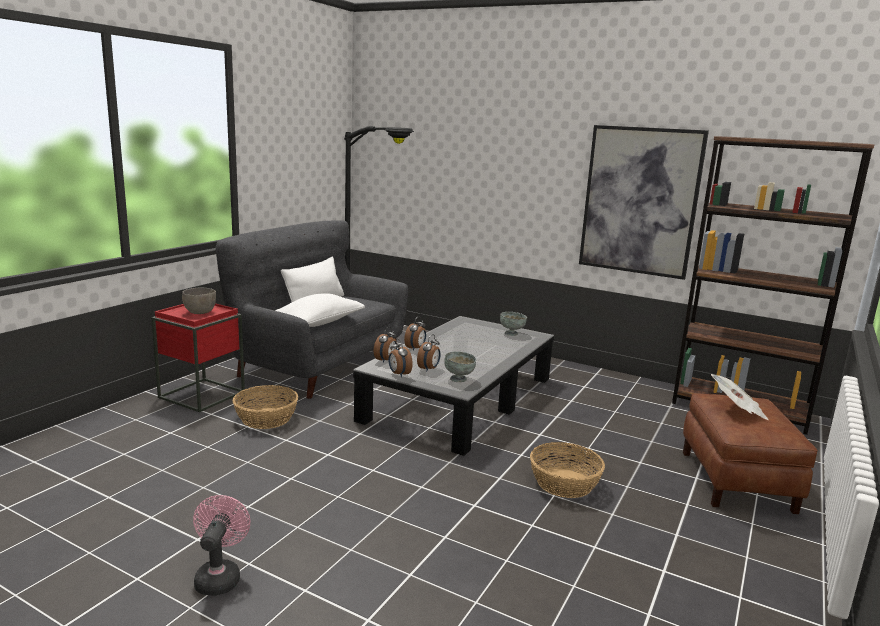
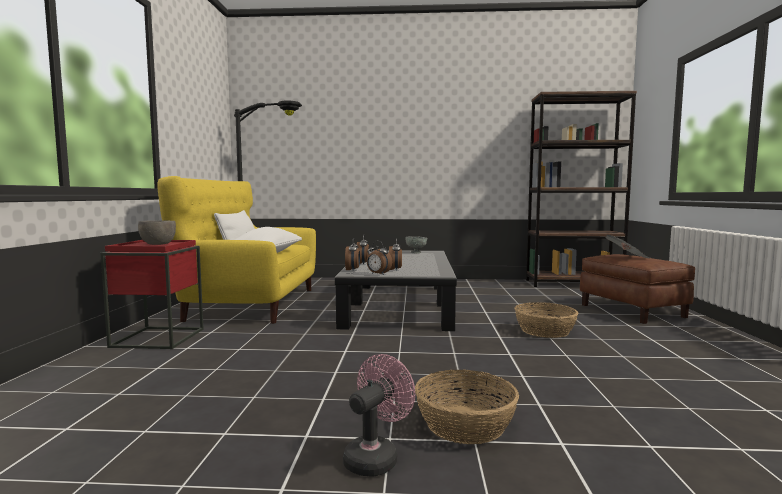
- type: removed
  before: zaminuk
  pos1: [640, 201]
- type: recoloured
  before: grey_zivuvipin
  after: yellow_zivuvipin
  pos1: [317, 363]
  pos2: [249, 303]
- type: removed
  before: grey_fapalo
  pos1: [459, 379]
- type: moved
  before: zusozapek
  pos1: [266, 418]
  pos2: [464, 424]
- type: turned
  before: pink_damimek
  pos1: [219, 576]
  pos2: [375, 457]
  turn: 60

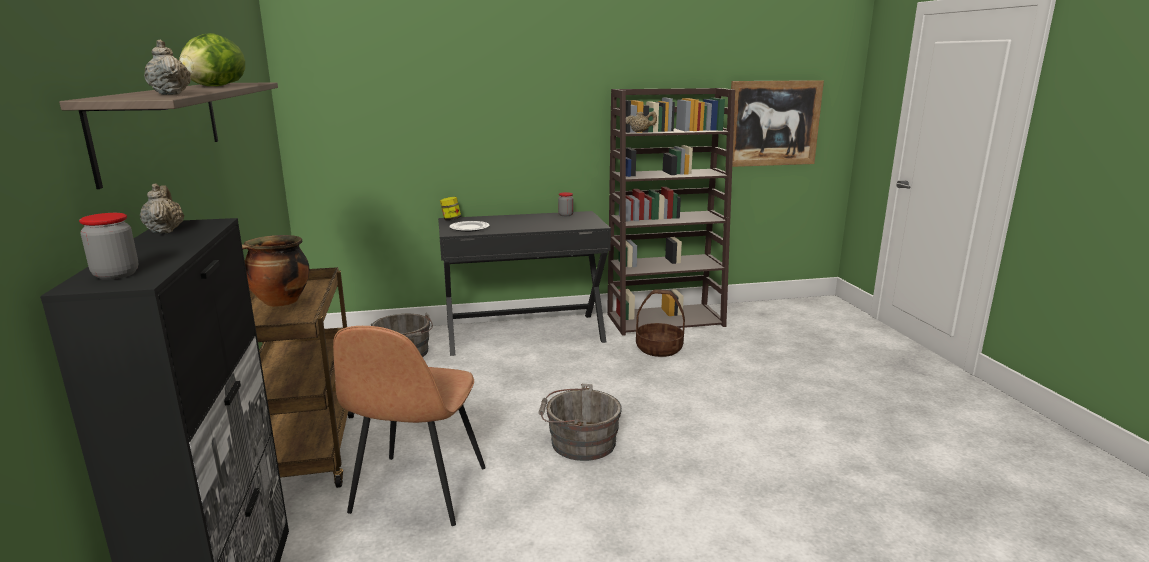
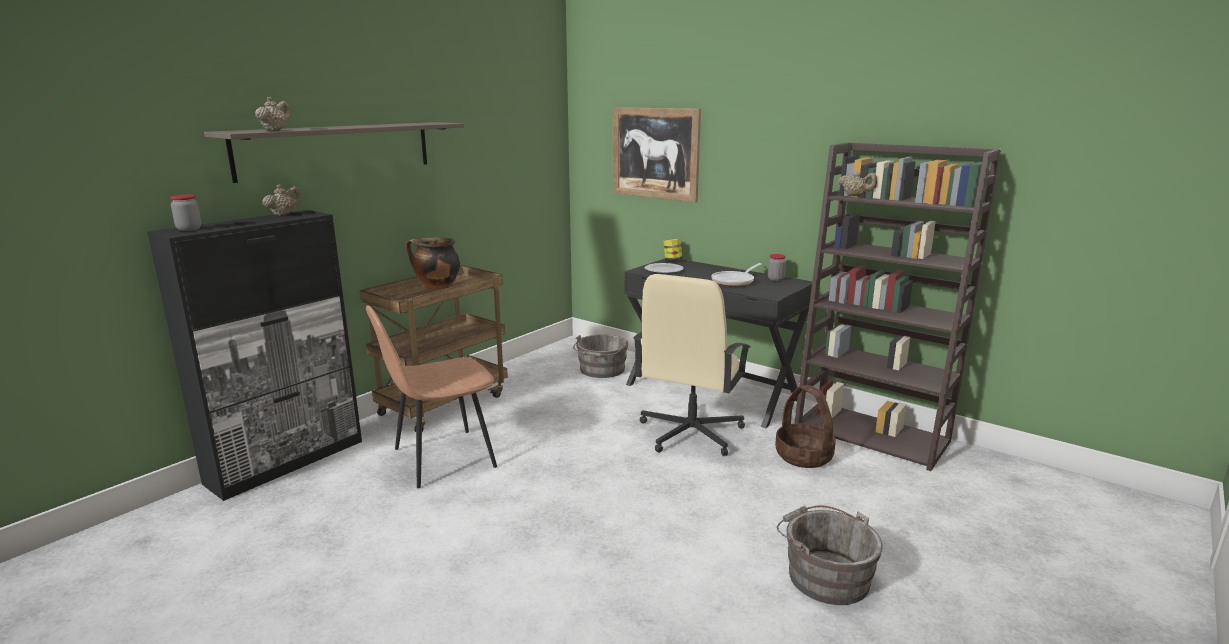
- type: removed
  before: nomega
  pos1: [214, 86]
- type: moved
  before: zaminuk
  pos1: [773, 123]
  pos2: [655, 153]
- type: moved
  before: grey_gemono
  pos1: [579, 442]
  pos2: [824, 575]
- type: added
  after: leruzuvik
  pos2: [735, 281]
- type: added
  after: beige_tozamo
  pos2: [690, 433]

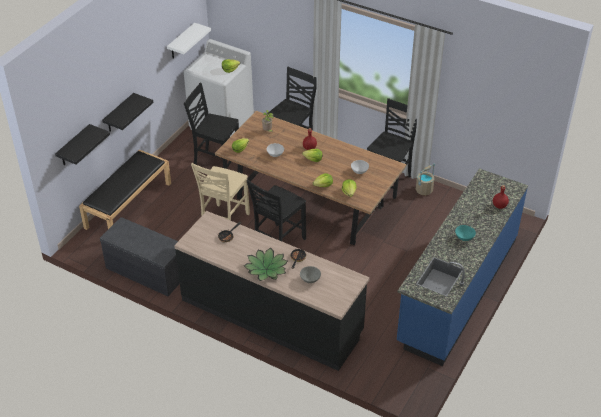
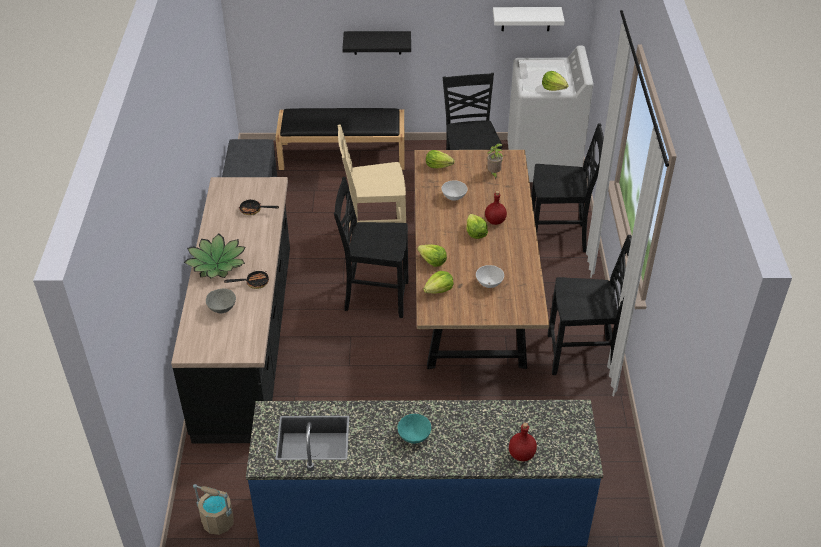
- type: removed
  before: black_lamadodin
  pos1: [74, 146]
- type: moved
  before: beige_gemono
  pos1: [424, 190]
  pos2: [218, 521]

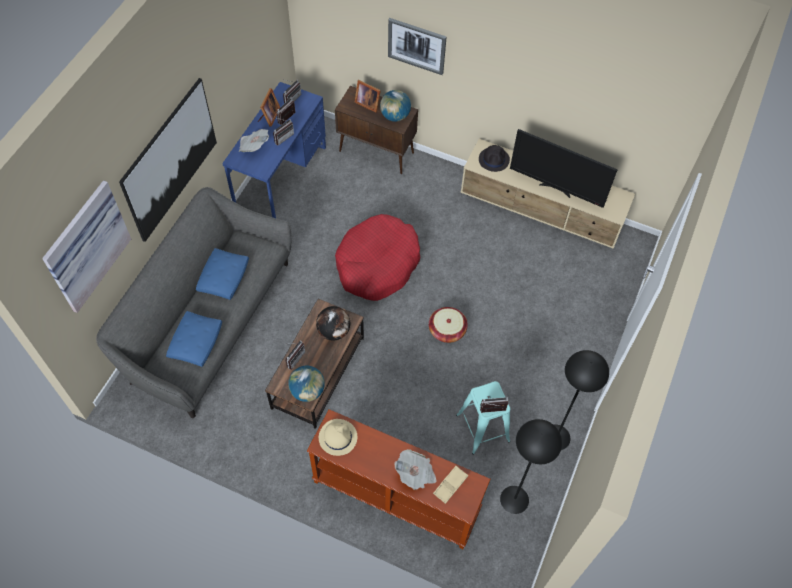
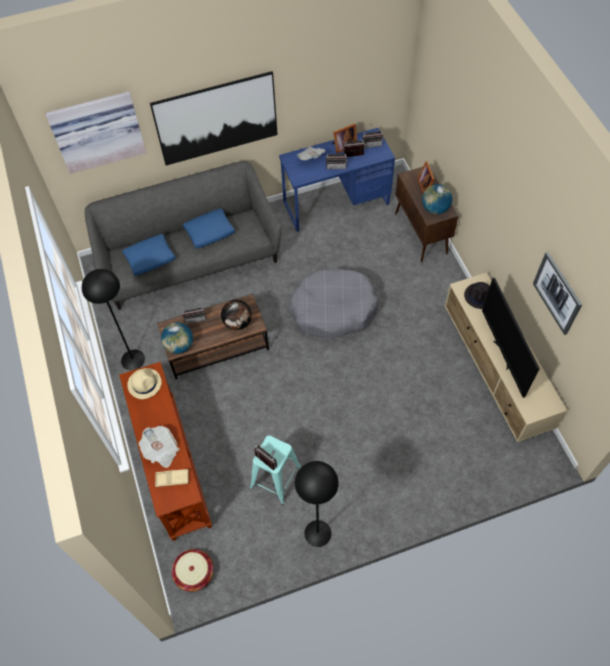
- type: moved
  before: zaminuk
  pos1: [416, 46]
  pos2: [557, 293]
- type: recoloured
  before: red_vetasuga
  after: grey_vetasuga
  pos1: [377, 264]
  pos2: [333, 309]
- type: moved
  before: zusozapek
  pos1: [447, 330]
  pos2: [194, 573]
- type: moved
  before: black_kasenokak
  pos1: [514, 499]
  pos2: [132, 359]

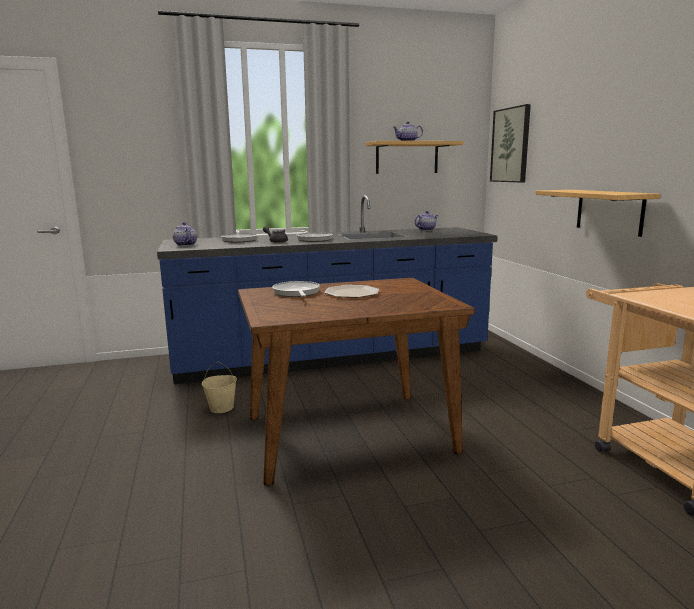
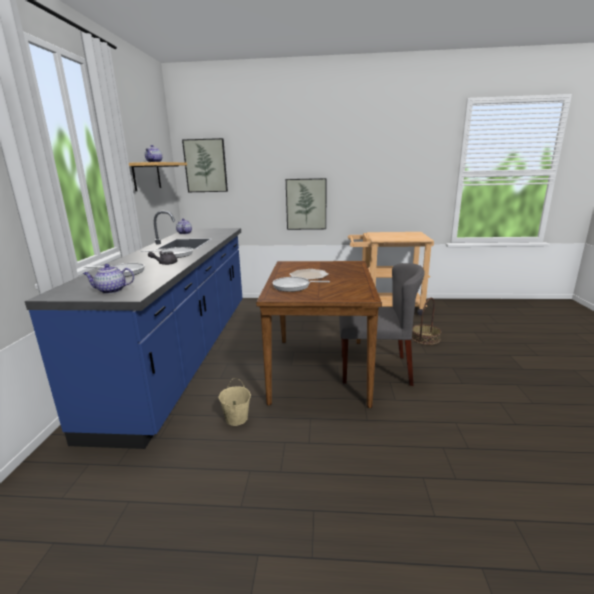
- type: replaced
  before: lamadodin
  after: zaminuk
  pos1: [609, 211]
  pos2: [306, 204]
- type: added
  after: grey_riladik
  pos2: [375, 369]
- type: added
  after: zusozapek
  pos2: [425, 338]

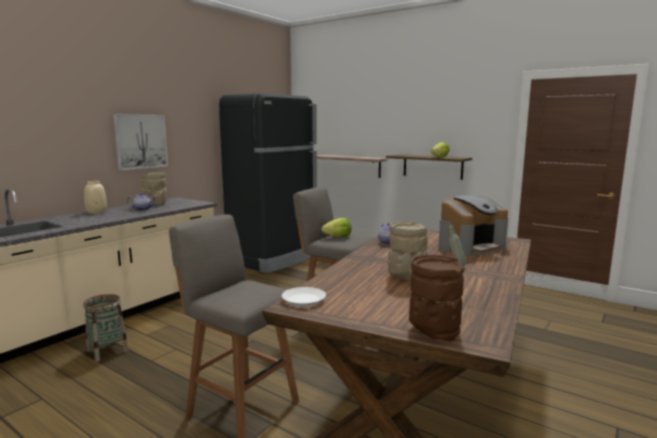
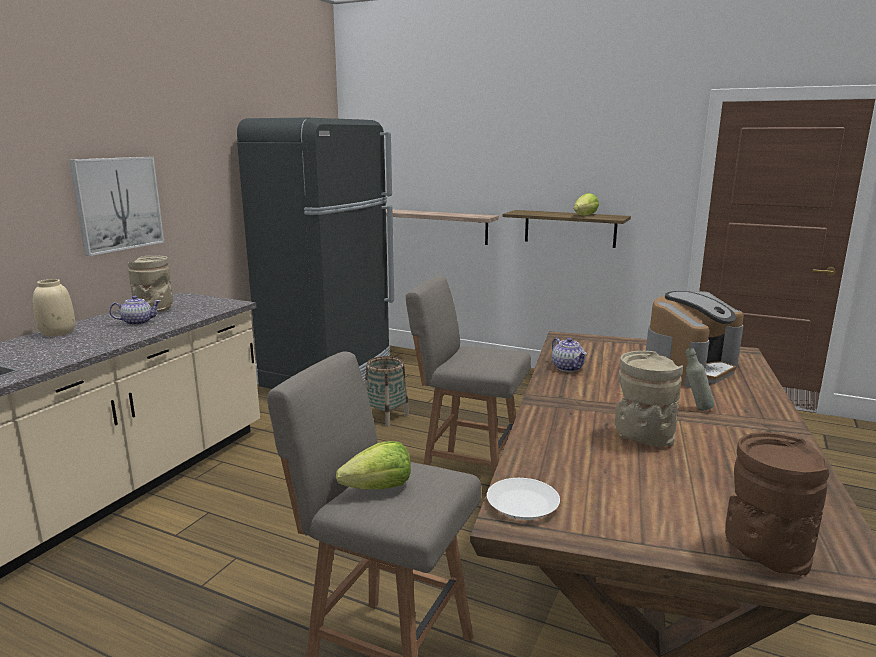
- type: moved
  before: nomega
  pos1: [338, 237]
  pos2: [379, 488]
- type: moved
  before: zusozapek
  pos1: [107, 351]
  pos2: [386, 416]

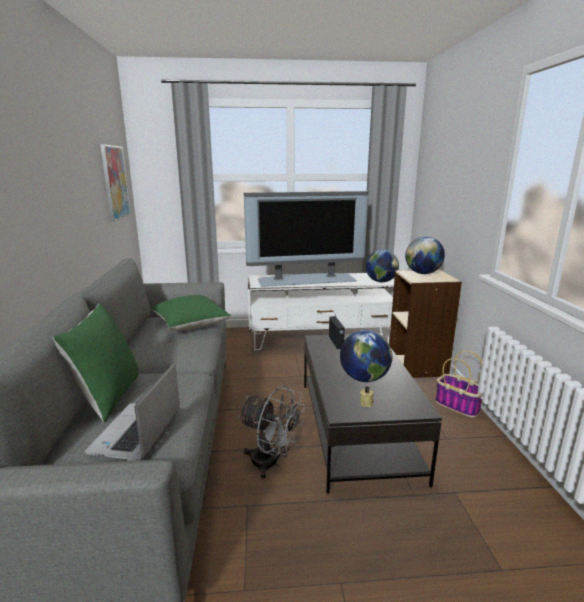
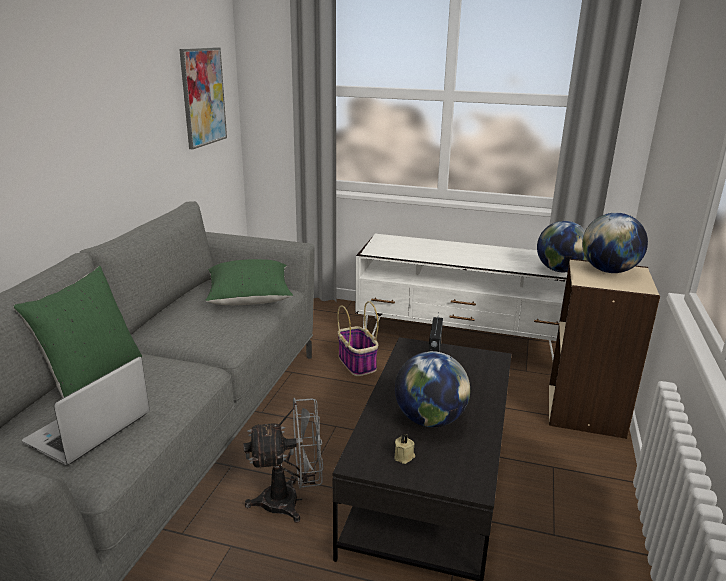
- type: removed
  before: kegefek
  pos1: [306, 279]
- type: moved
  before: zusozapek
  pos1: [458, 406]
  pos2: [357, 363]
- type: turned
  before: grey_damimek
  pos1: [271, 463]
  pos2: [290, 501]
  turn: -60

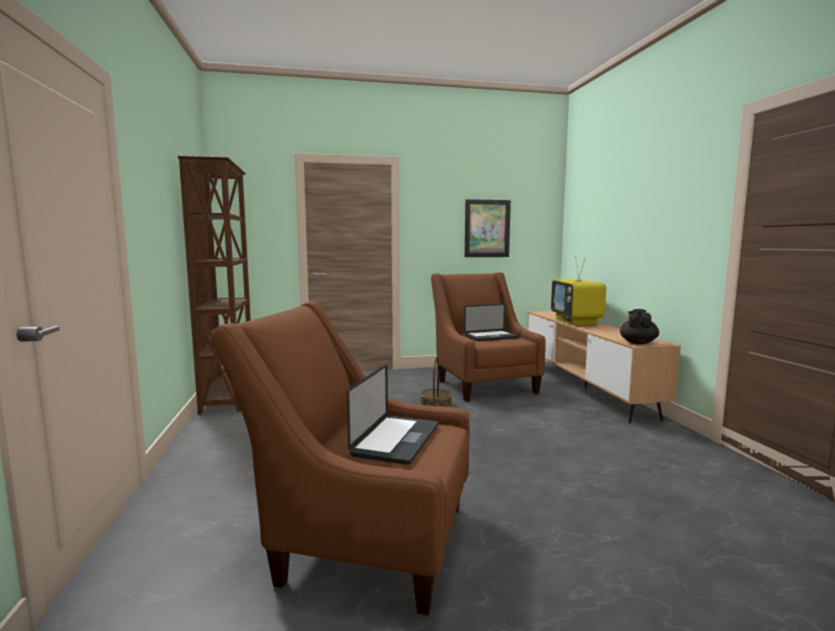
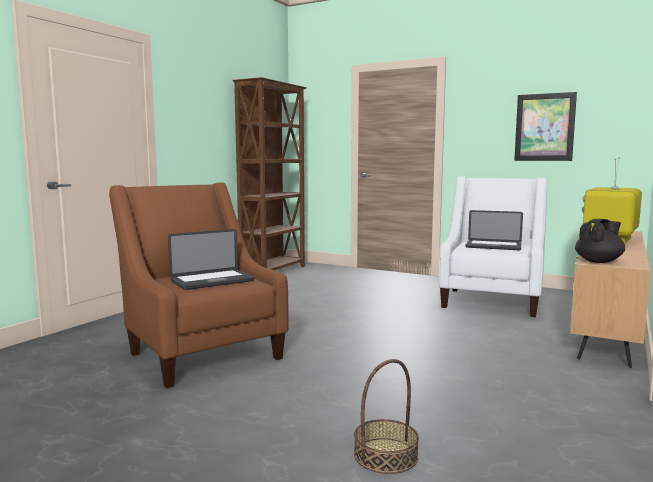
- type: recoloured
  before: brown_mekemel
  after: white_mekemel
  pos1: [483, 384]
  pos2: [491, 300]
- type: moved
  before: zusozapek
  pos1: [435, 404]
  pos2: [385, 455]

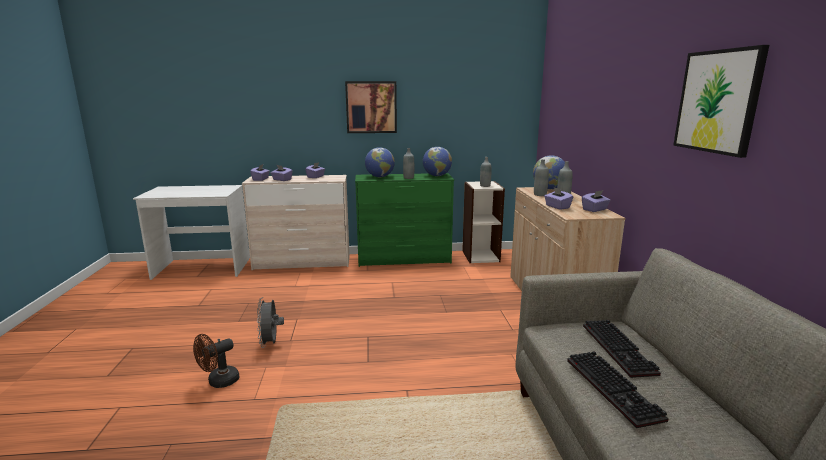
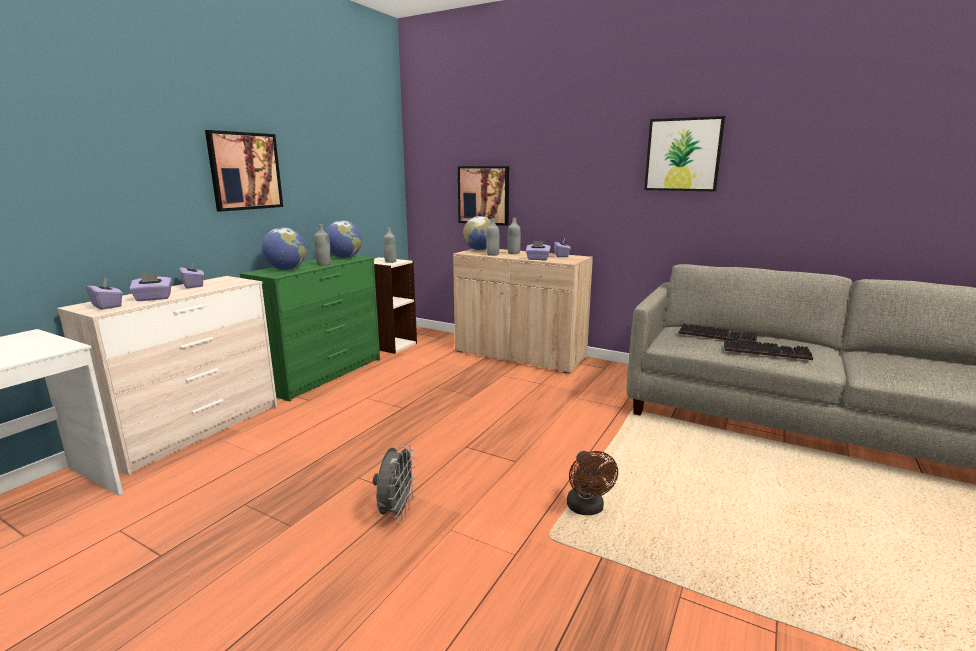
- type: turned
  before: grey_damimek
  pos1: [271, 343]
  pos2: [396, 512]
  turn: -105
- type: moved
  before: brown_damimek
  pos1: [219, 382]
  pos2: [587, 509]
- type: added
  after: zaminuk
  pos2: [483, 195]

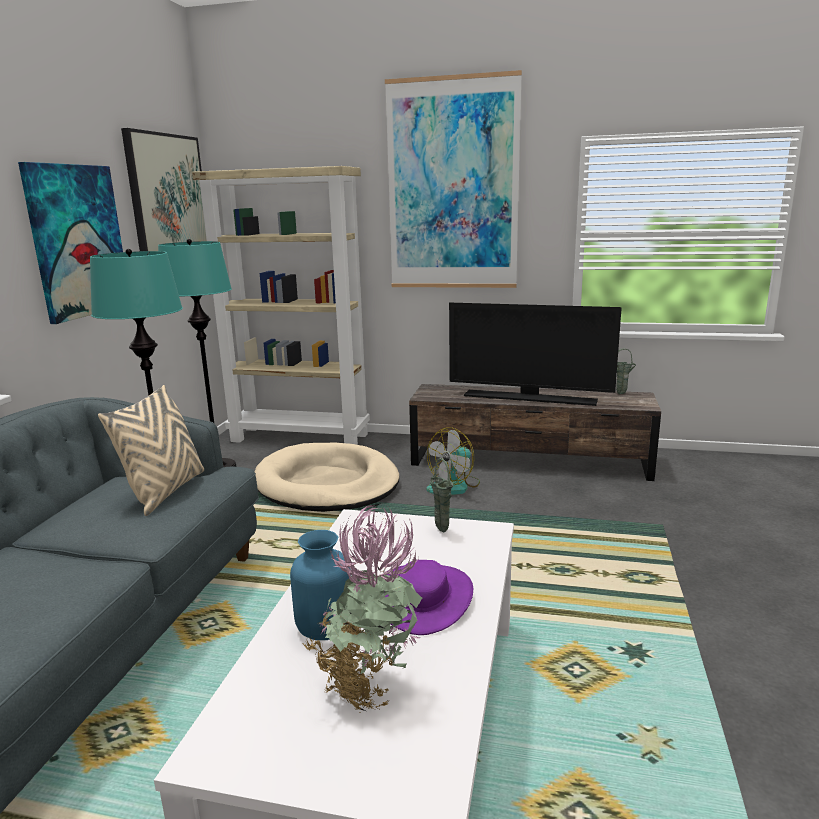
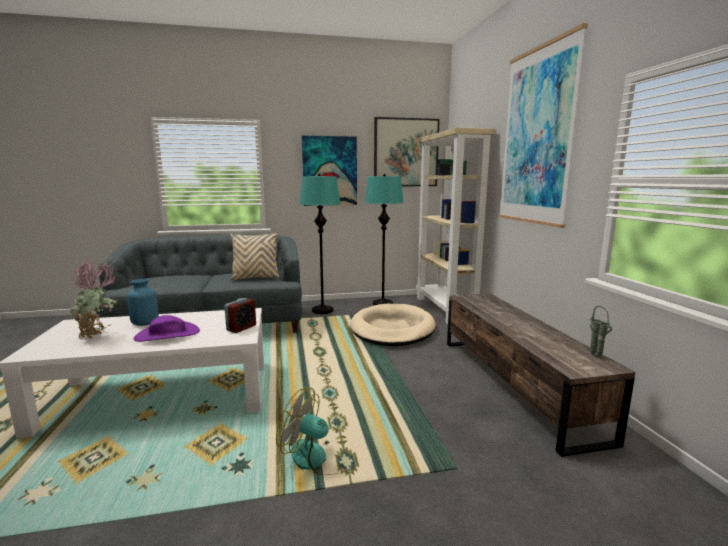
- type: removed
  before: kegefek
  pos1: [530, 398]
- type: moved
  before: damimek
  pos1: [454, 486]
  pos2: [317, 458]
- type: replaced
  before: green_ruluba
  after: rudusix
  pos1: [440, 530]
  pos2: [241, 328]

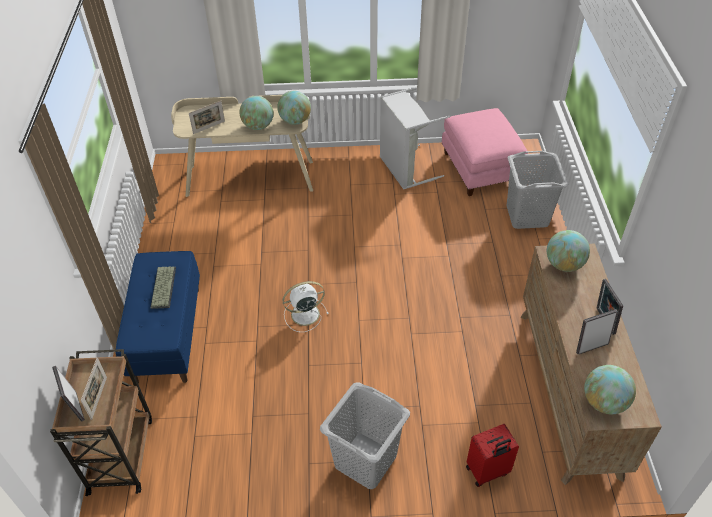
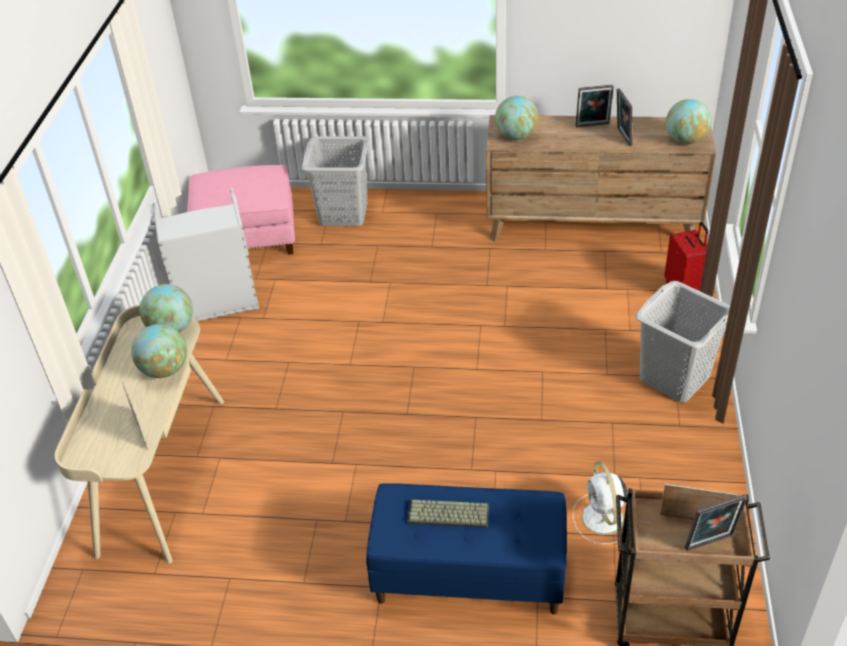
- type: moved
  before: white_damimek
  pos1: [304, 314]
  pos2: [603, 519]

